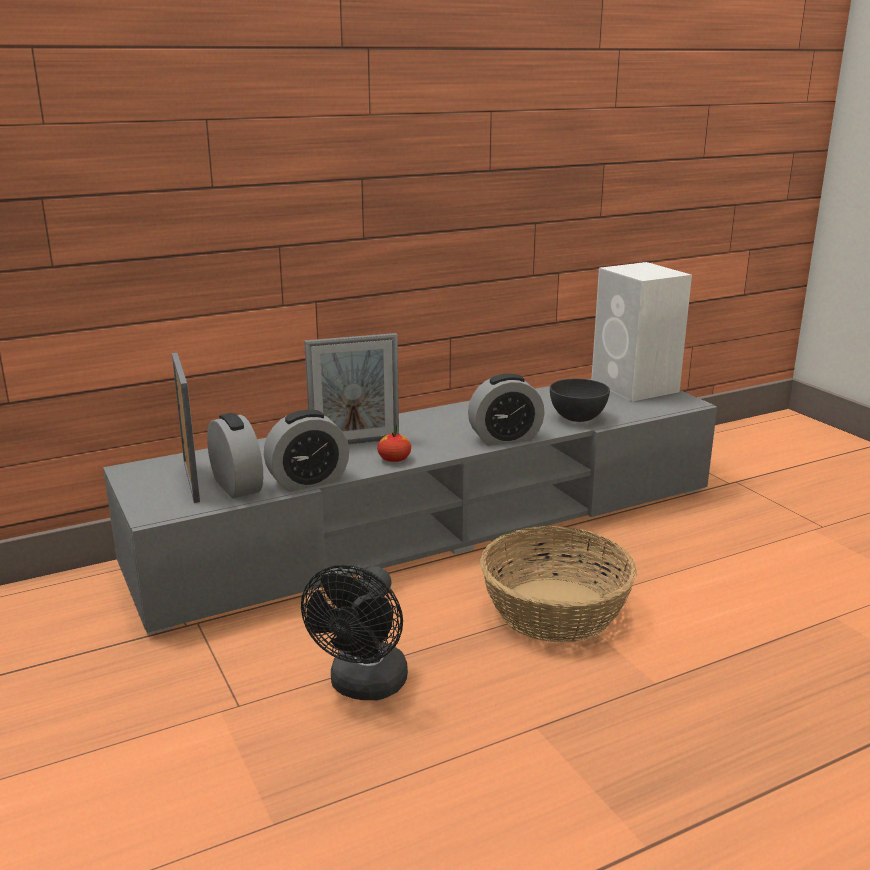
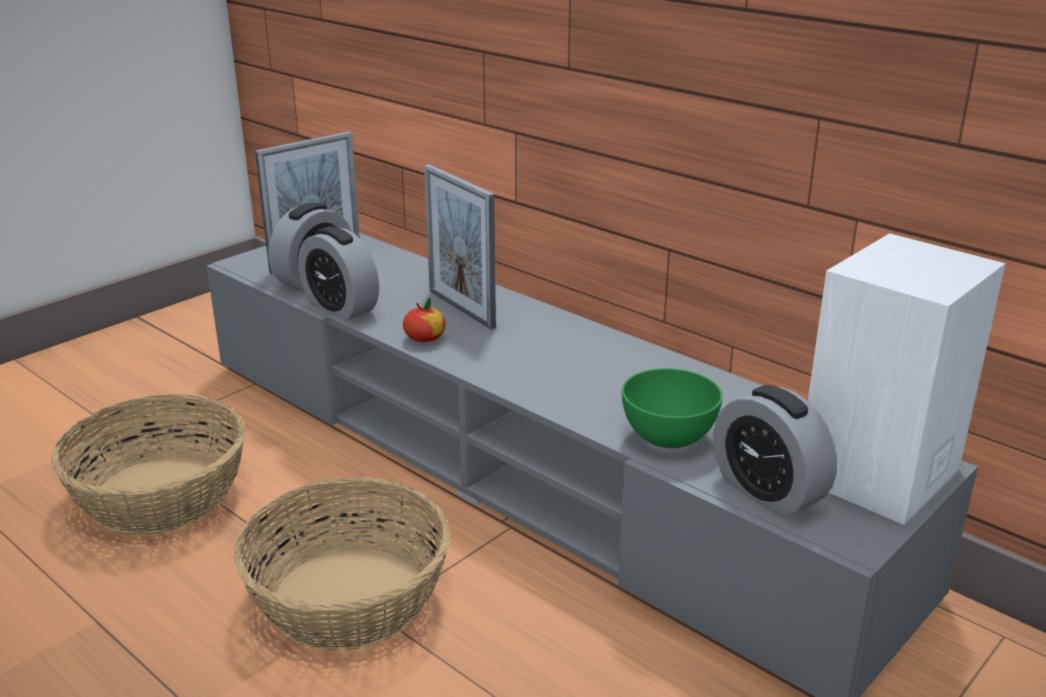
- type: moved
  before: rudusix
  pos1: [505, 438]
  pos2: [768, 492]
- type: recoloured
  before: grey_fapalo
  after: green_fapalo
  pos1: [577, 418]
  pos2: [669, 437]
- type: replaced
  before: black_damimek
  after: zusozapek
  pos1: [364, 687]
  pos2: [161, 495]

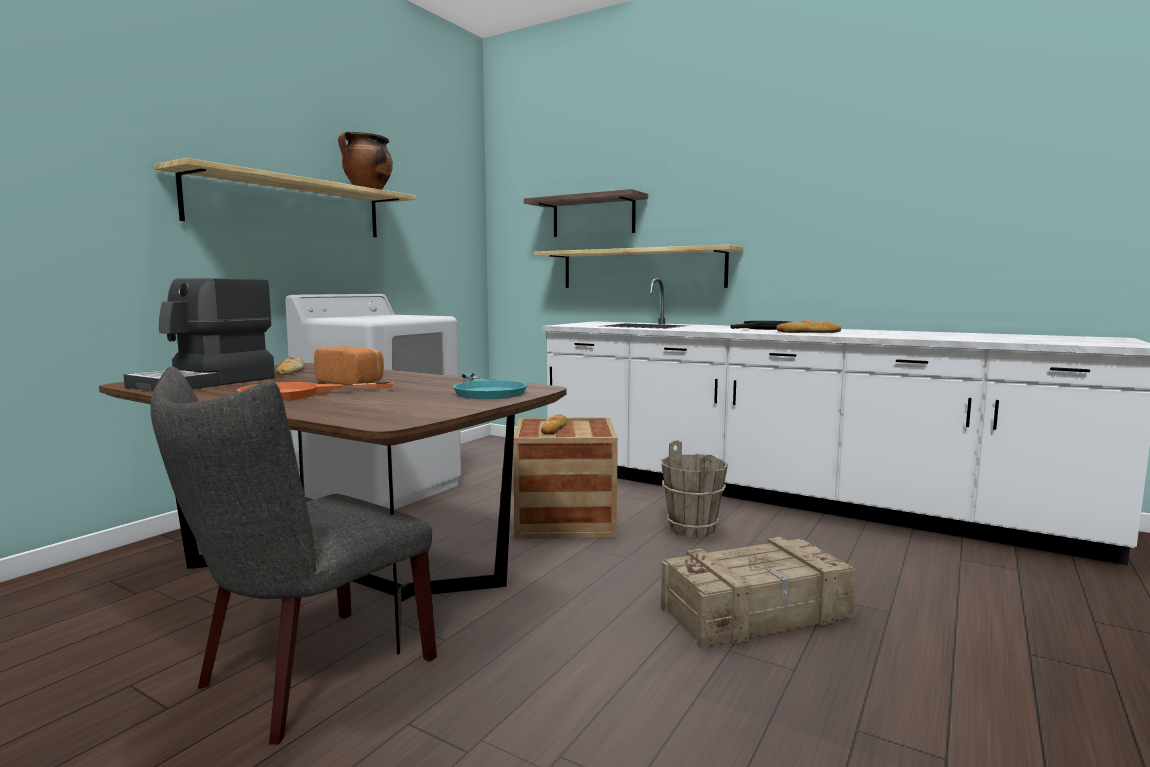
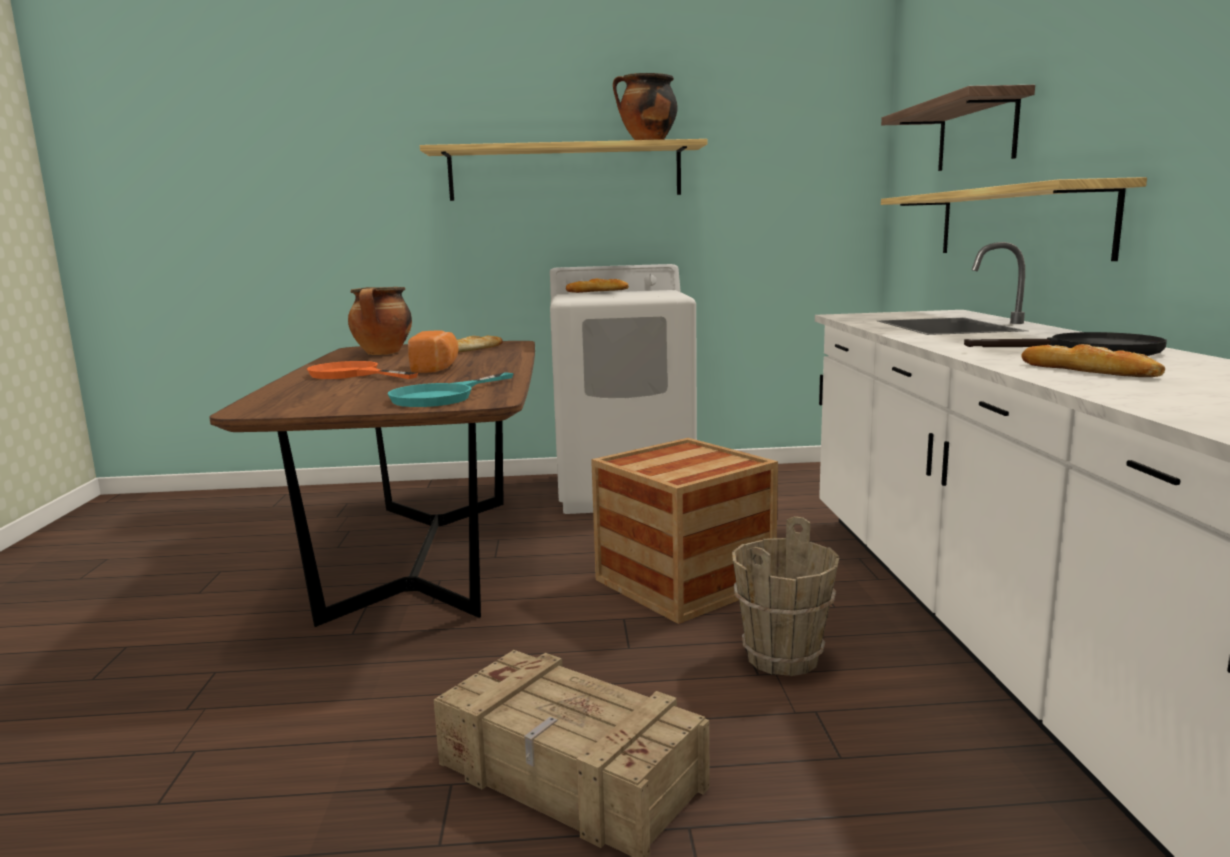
- type: replaced
  before: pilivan
  after: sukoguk
  pos1: [206, 382]
  pos2: [383, 353]
- type: removed
  before: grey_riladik
  pos1: [305, 677]
- type: moved
  before: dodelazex
  pos1: [554, 428]
  pos2: [598, 291]

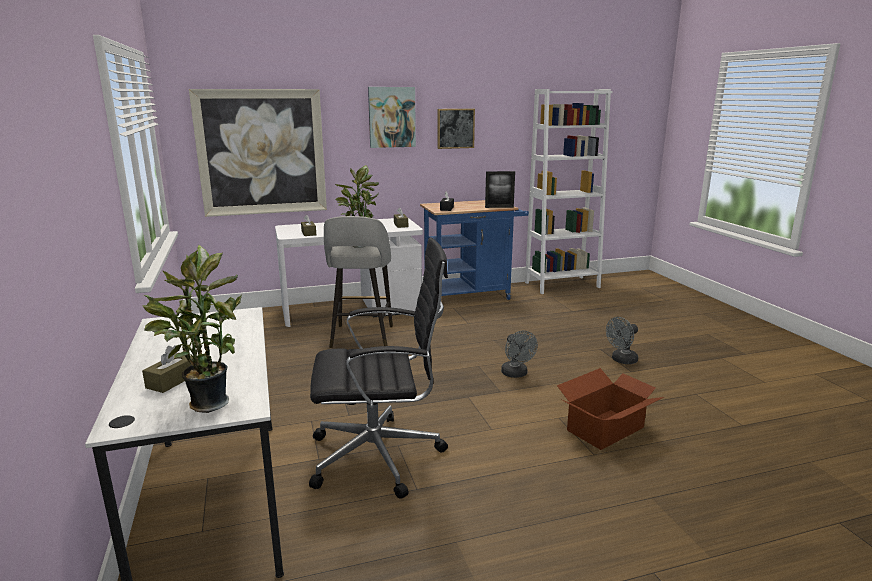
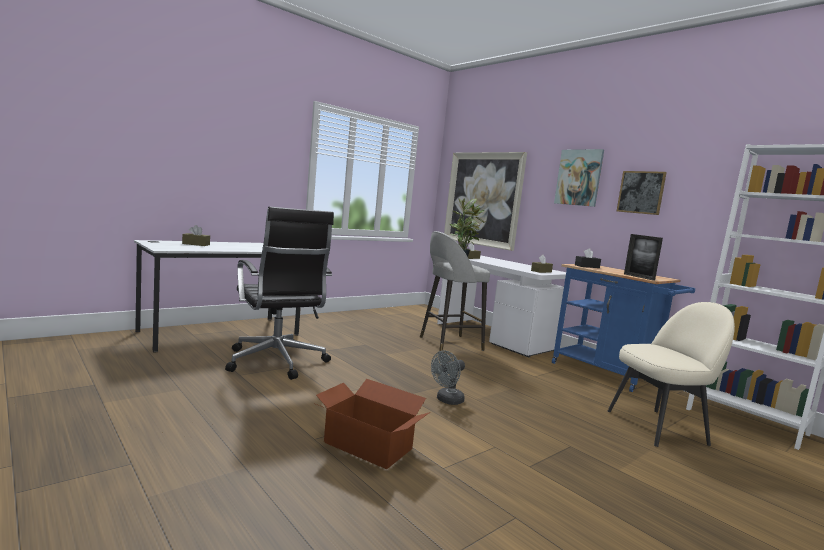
- type: removed
  before: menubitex
  pos1: [206, 403]
- type: removed
  before: grey_damimek
  pos1: [621, 360]
- type: added
  after: beige_riladik
  pos2: [658, 427]

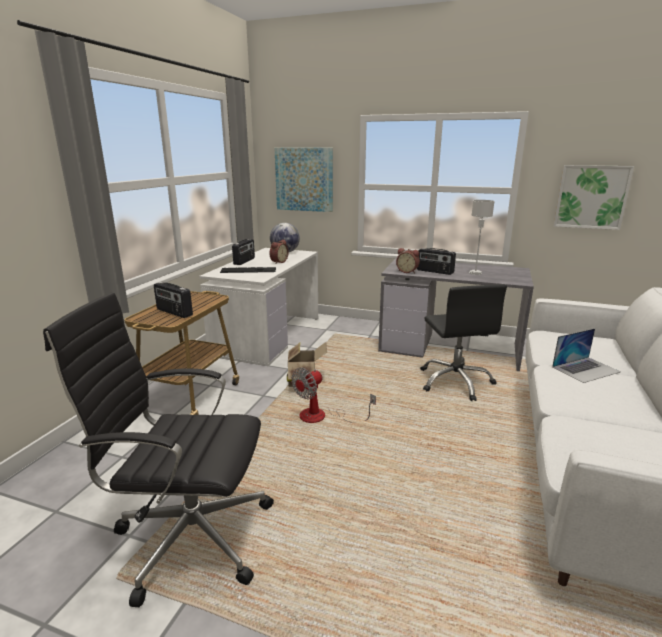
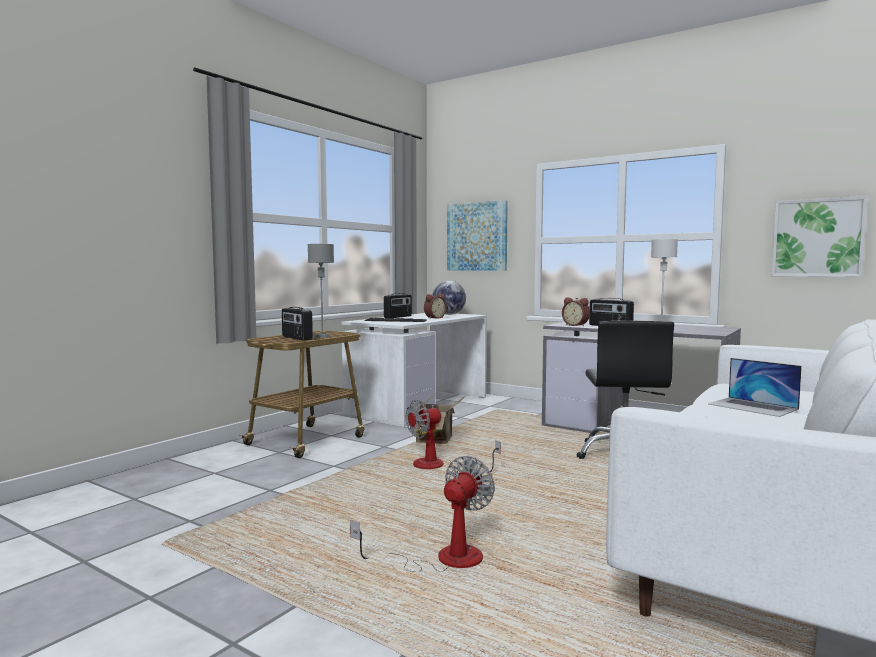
- type: removed
  before: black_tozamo
  pos1: [189, 535]
- type: turned
  before: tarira
  pos1: [586, 369]
  pos2: [753, 406]
  turn: 60
- type: added
  after: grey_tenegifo
  pos2: [322, 337]
- type: added
  after: damimek
  pos2: [442, 559]

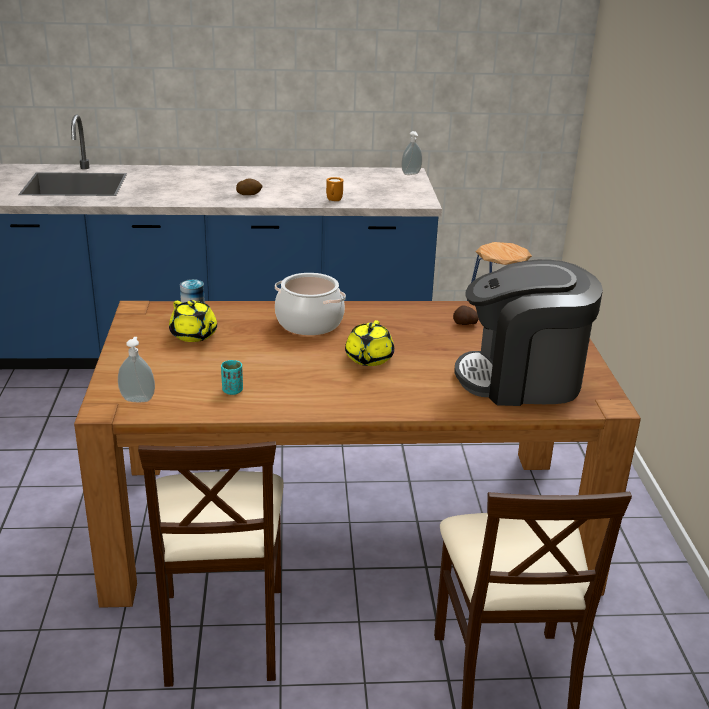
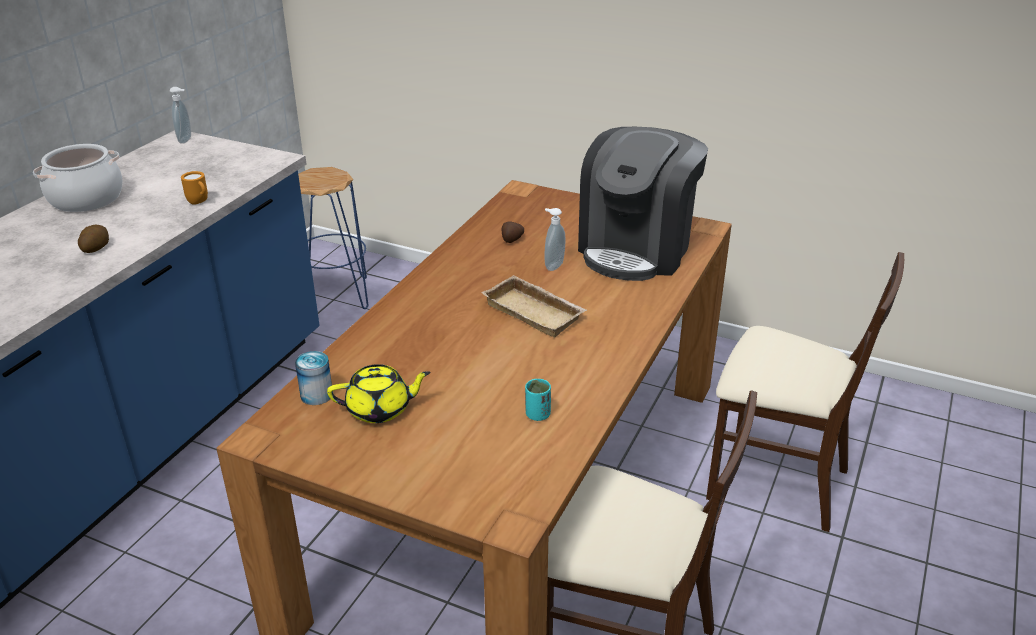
- type: moved
  before: sukoguk
  pos1: [310, 323]
  pos2: [87, 198]
- type: replaced
  before: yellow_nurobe
  after: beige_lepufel
  pos1: [368, 359]
  pos2: [536, 311]
- type: moved
  before: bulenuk
  pos1: [138, 399]
  pos2: [553, 265]

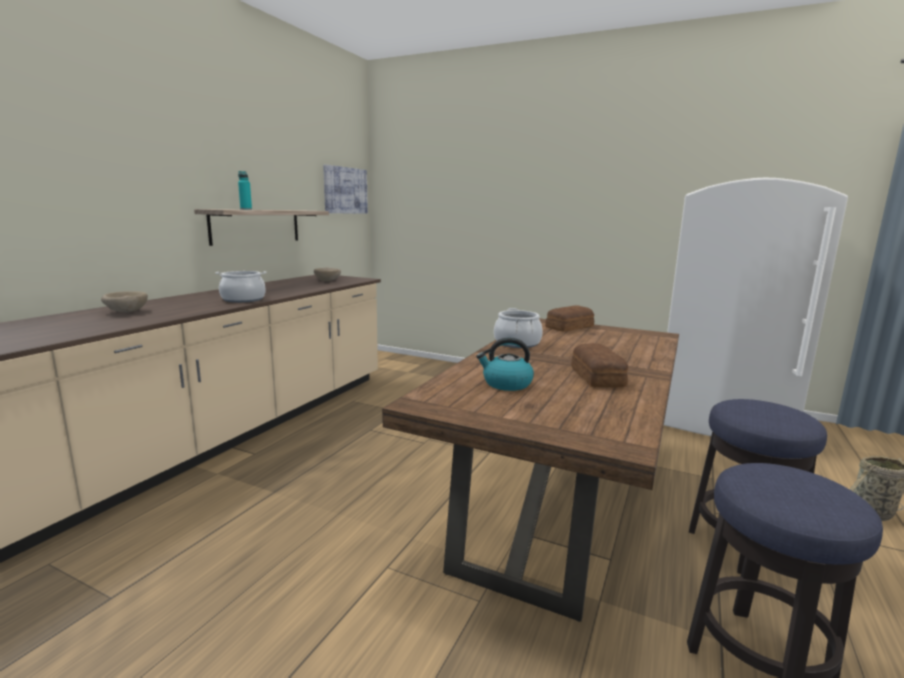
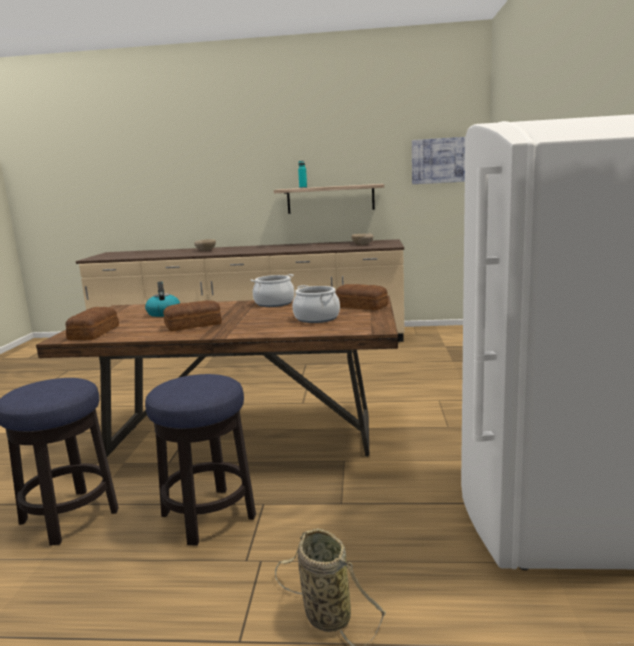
- type: moved
  before: sukoguk
  pos1: [243, 299]
  pos2: [316, 318]
- type: added
  after: dodelazex
  pos2: [92, 333]

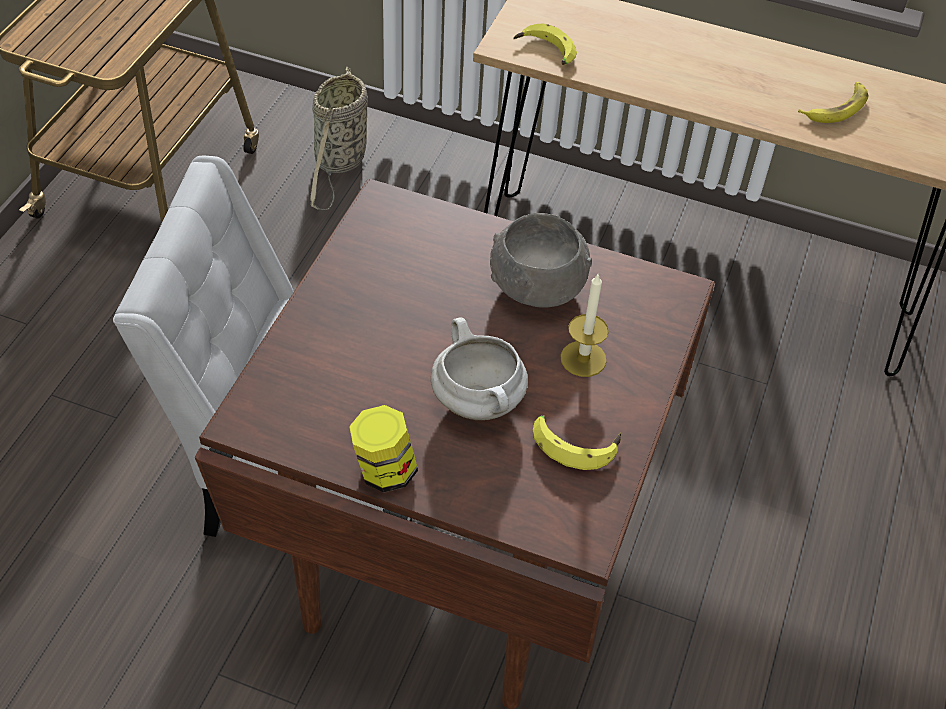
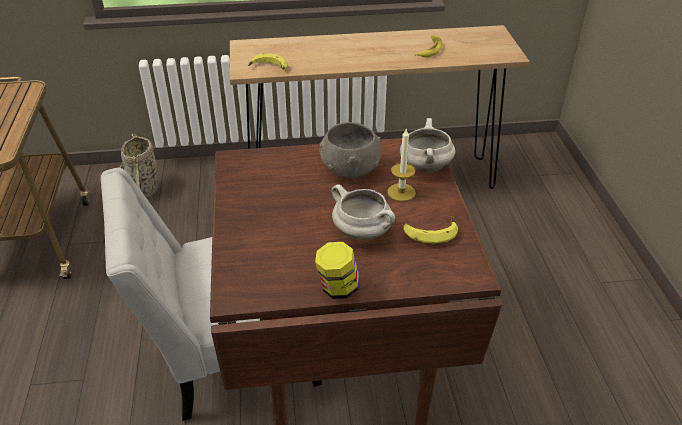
- type: added
  after: white_sukoguk
  pos2: [424, 166]

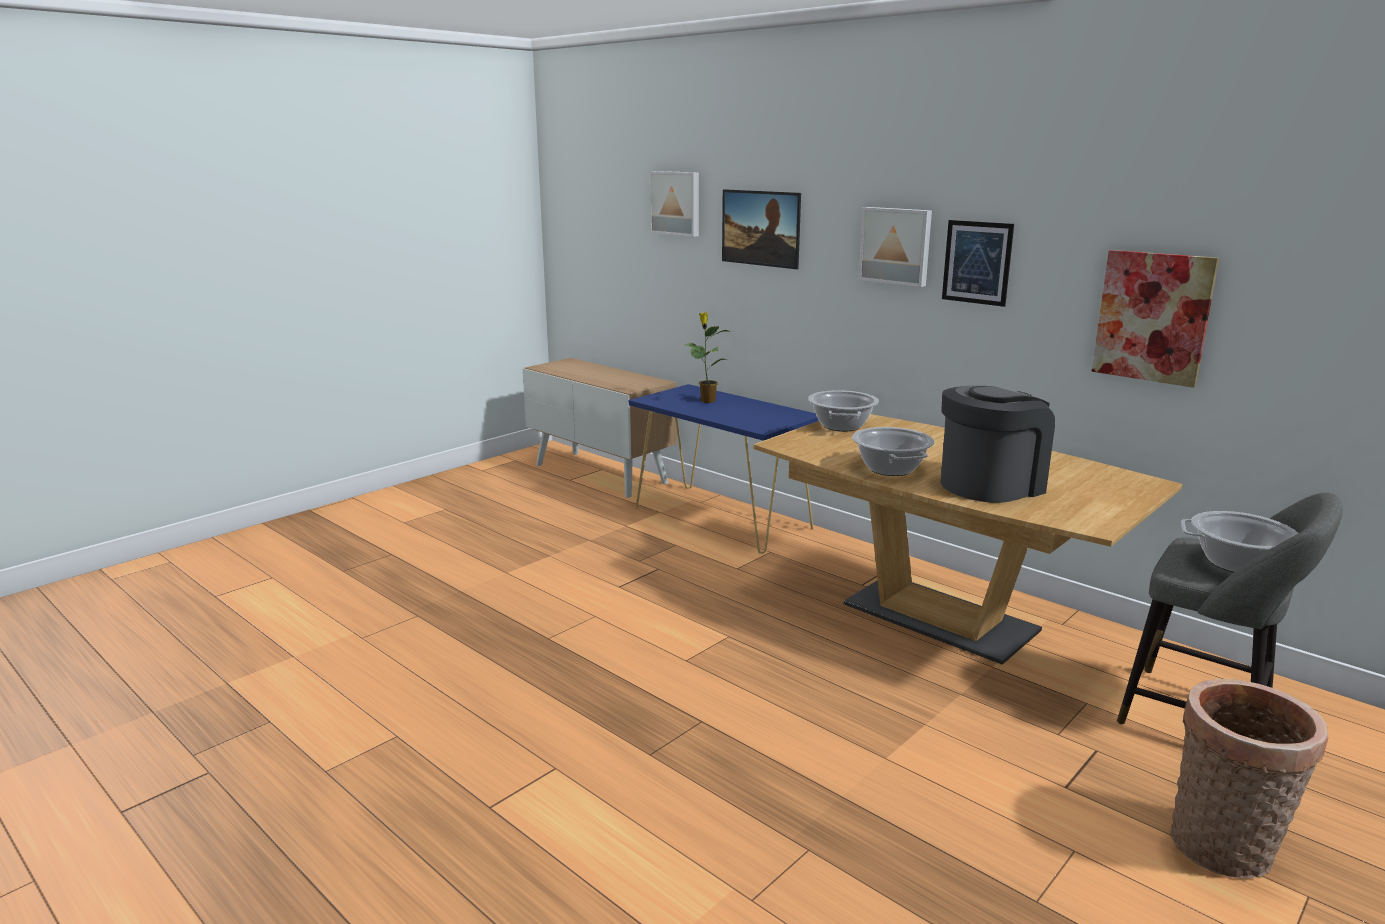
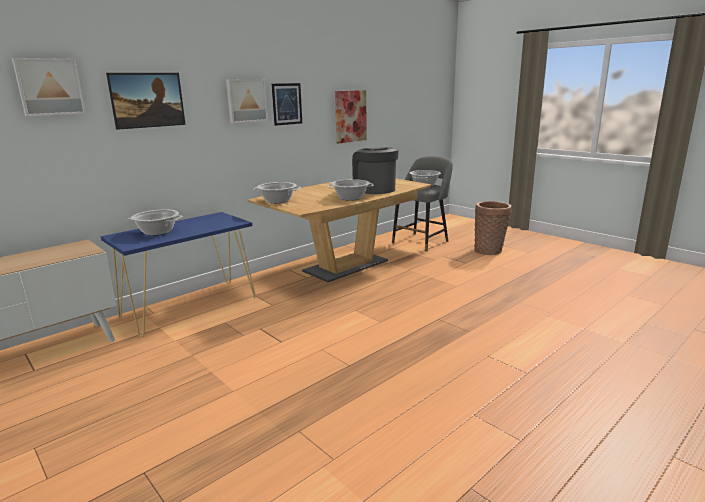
- type: replaced
  before: menubitex
  after: sukoguk
  pos1: [707, 401]
  pos2: [158, 232]

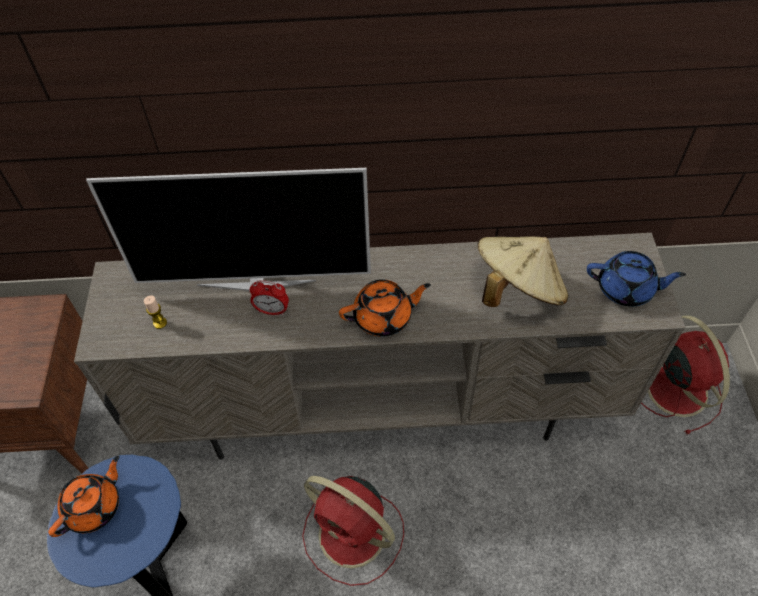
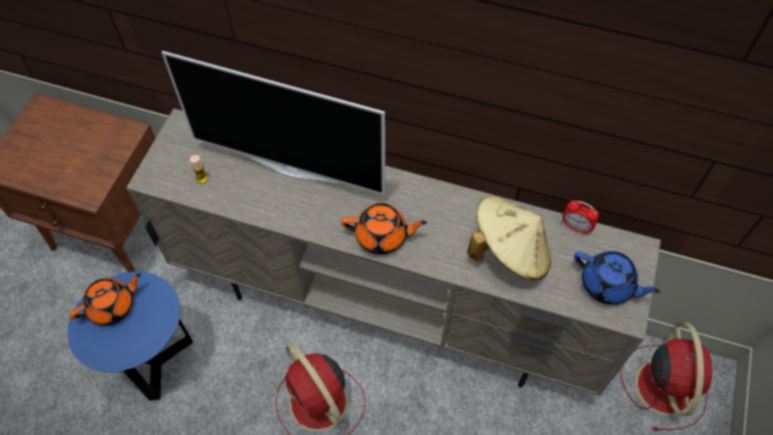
- type: moved
  before: rudusix
  pos1: [272, 310]
  pos2: [576, 227]

